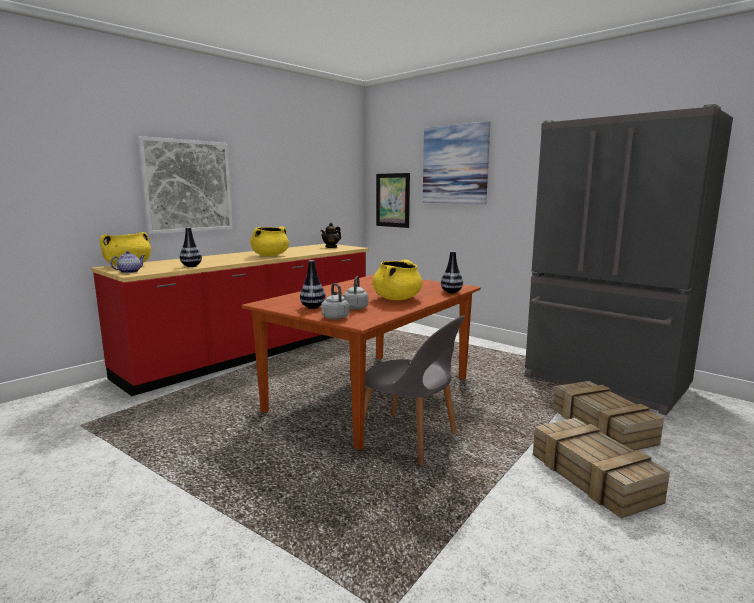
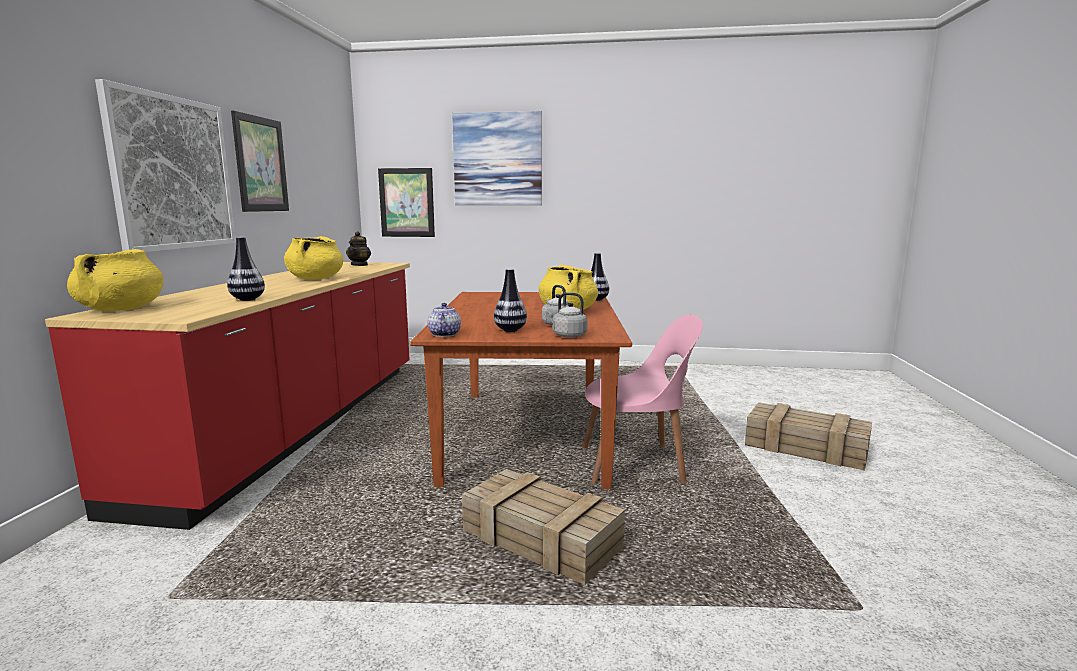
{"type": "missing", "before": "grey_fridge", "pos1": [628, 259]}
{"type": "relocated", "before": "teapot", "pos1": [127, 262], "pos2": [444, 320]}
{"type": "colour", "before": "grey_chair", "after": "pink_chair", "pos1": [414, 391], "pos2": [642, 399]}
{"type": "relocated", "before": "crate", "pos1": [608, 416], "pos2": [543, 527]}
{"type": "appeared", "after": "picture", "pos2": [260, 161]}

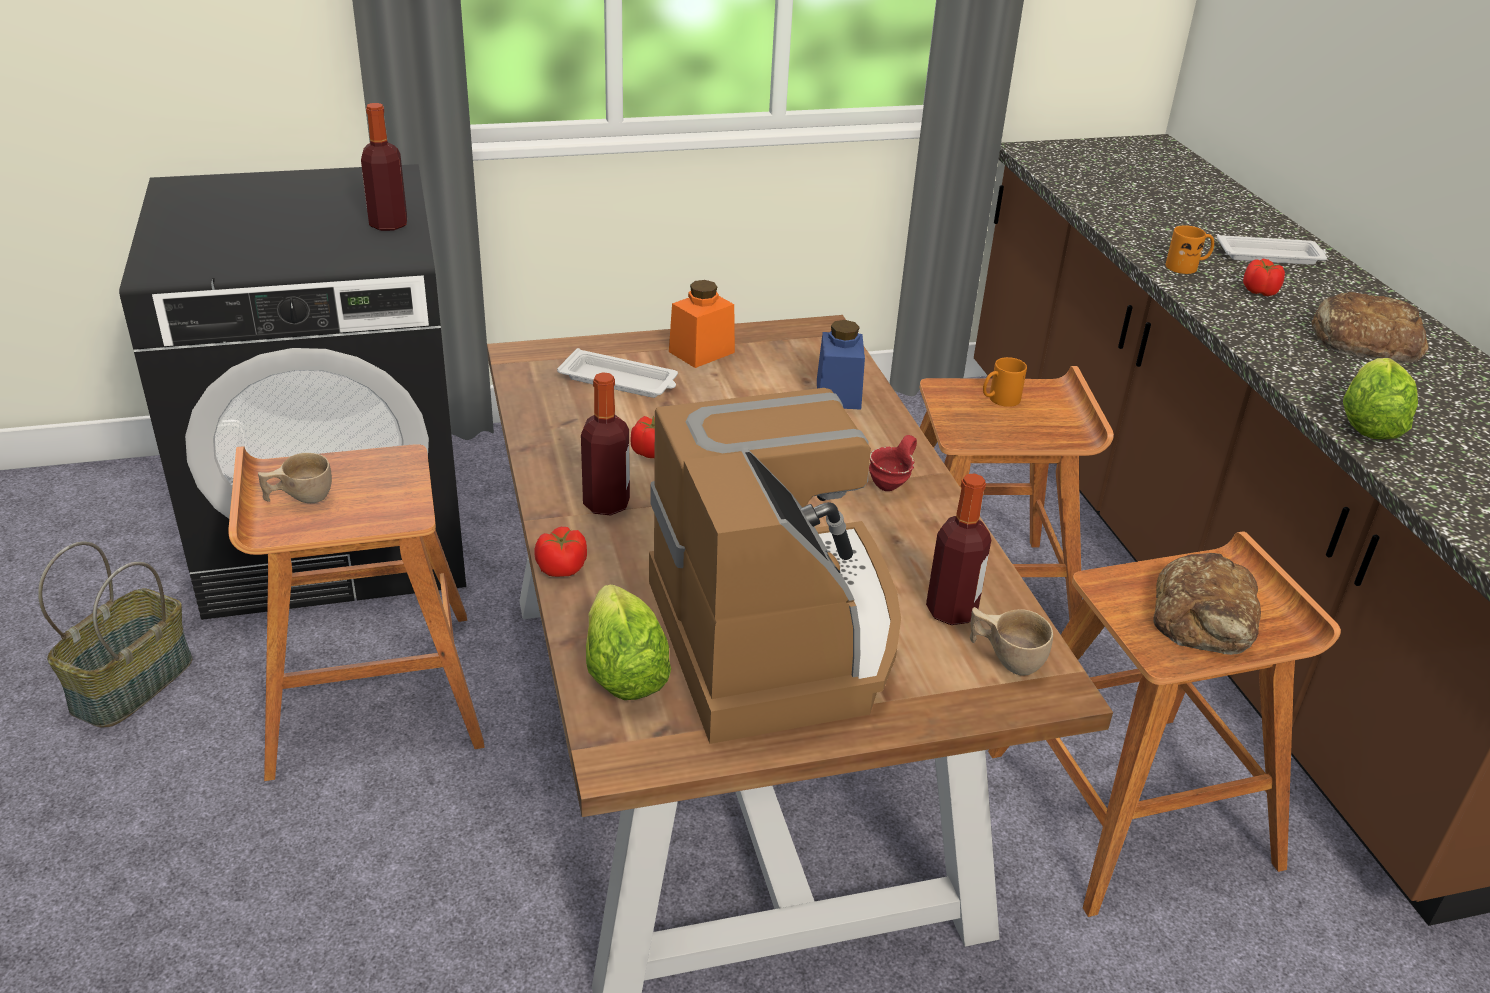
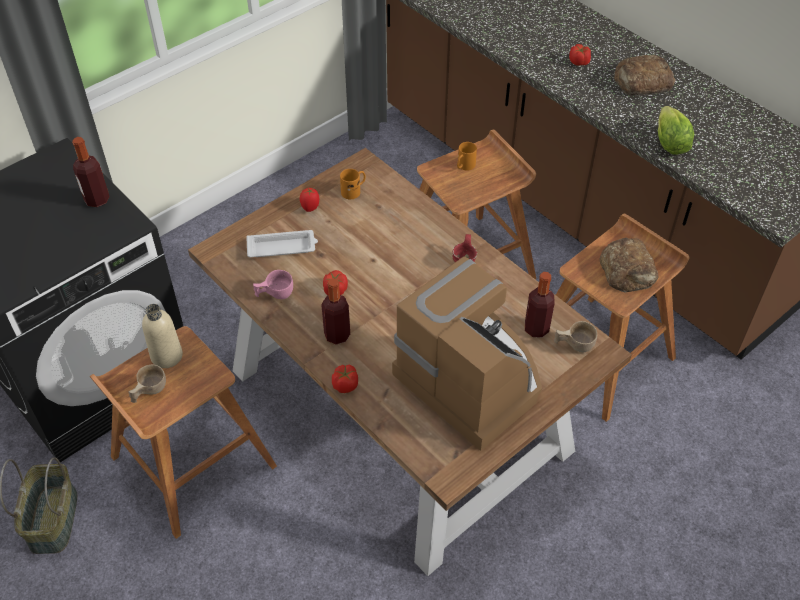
{"type": "relocated", "before": "orange_mug", "pos1": [1190, 249], "pos2": [353, 184]}
{"type": "missing", "before": "white_tray", "pos1": [1272, 249]}
{"type": "exchanged", "before": "orange_jar", "after": "tomato", "pos1": [702, 324], "pos2": [309, 200]}
{"type": "missing", "before": "blue_jar", "pos1": [841, 365]}
{"type": "missing", "before": "lettuce", "pos1": [628, 642]}
{"type": "appeared", "after": "pink_cup", "pos2": [273, 284]}
{"type": "appeared", "after": "beige_bottle", "pos2": [162, 336]}

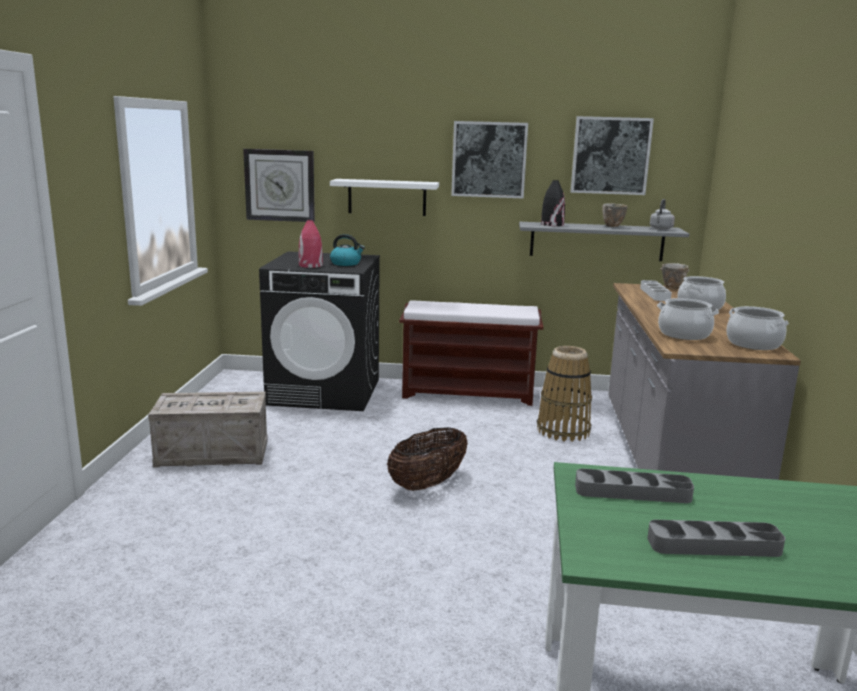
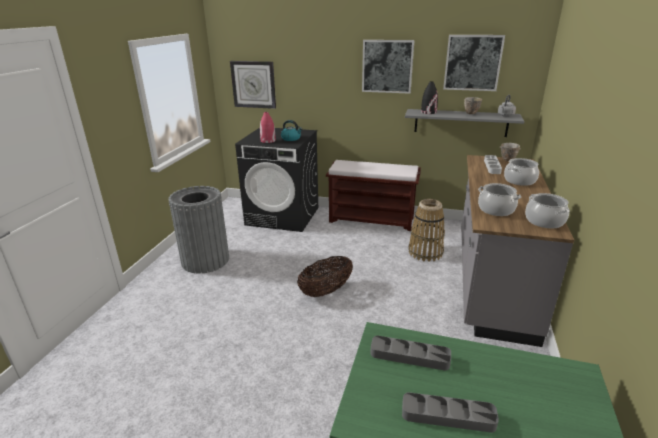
{"type": "missing", "before": "white_shelf", "pos1": [384, 197]}
{"type": "exchanged", "before": "crate", "after": "grey_trash_can", "pos1": [208, 430], "pos2": [199, 230]}

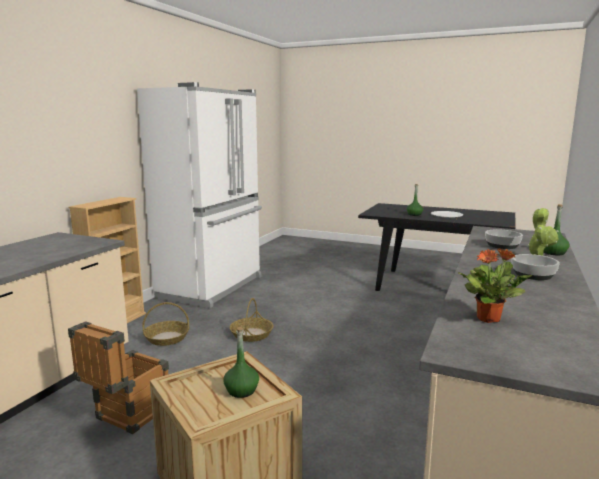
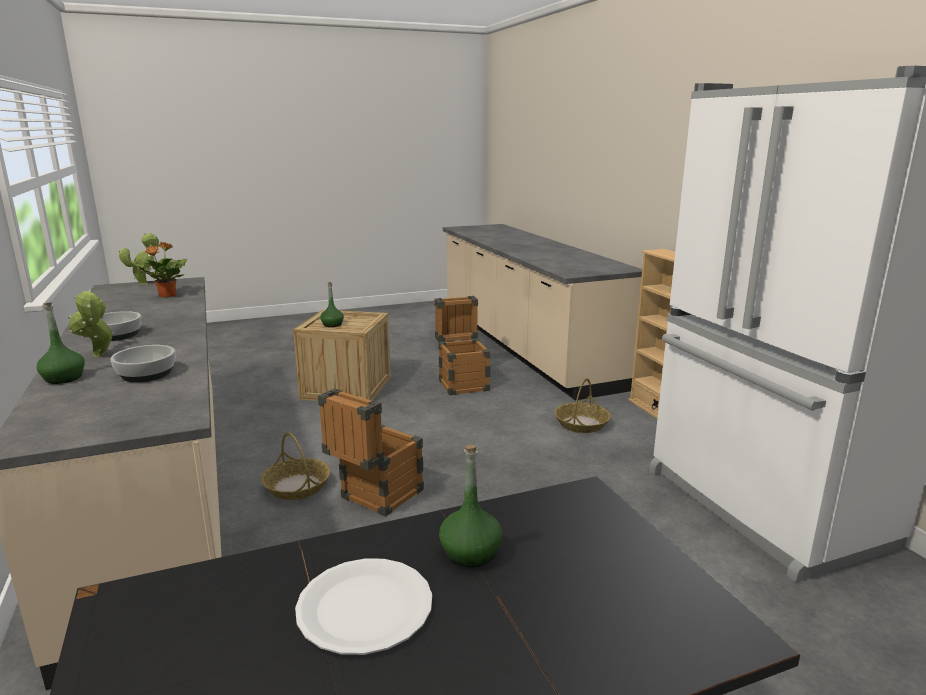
{"type": "relocated", "before": "basket", "pos1": [252, 320], "pos2": [295, 466]}
{"type": "appeared", "after": "potted_plant", "pos2": [138, 259]}
{"type": "appeared", "after": "crate", "pos2": [371, 452]}

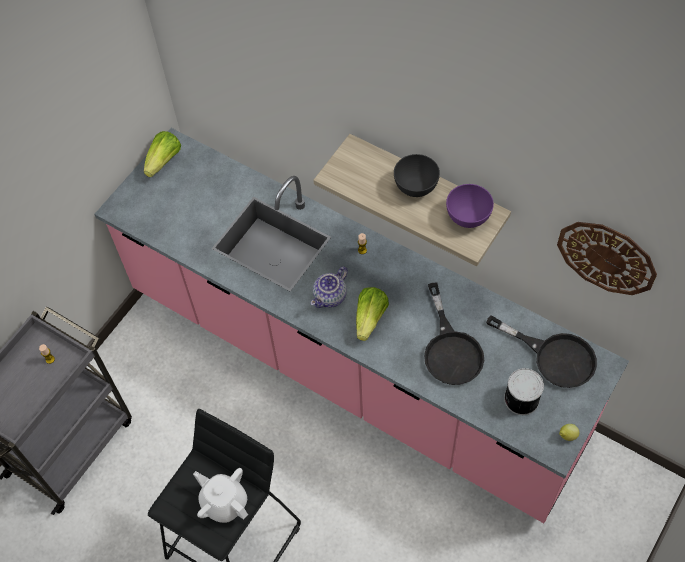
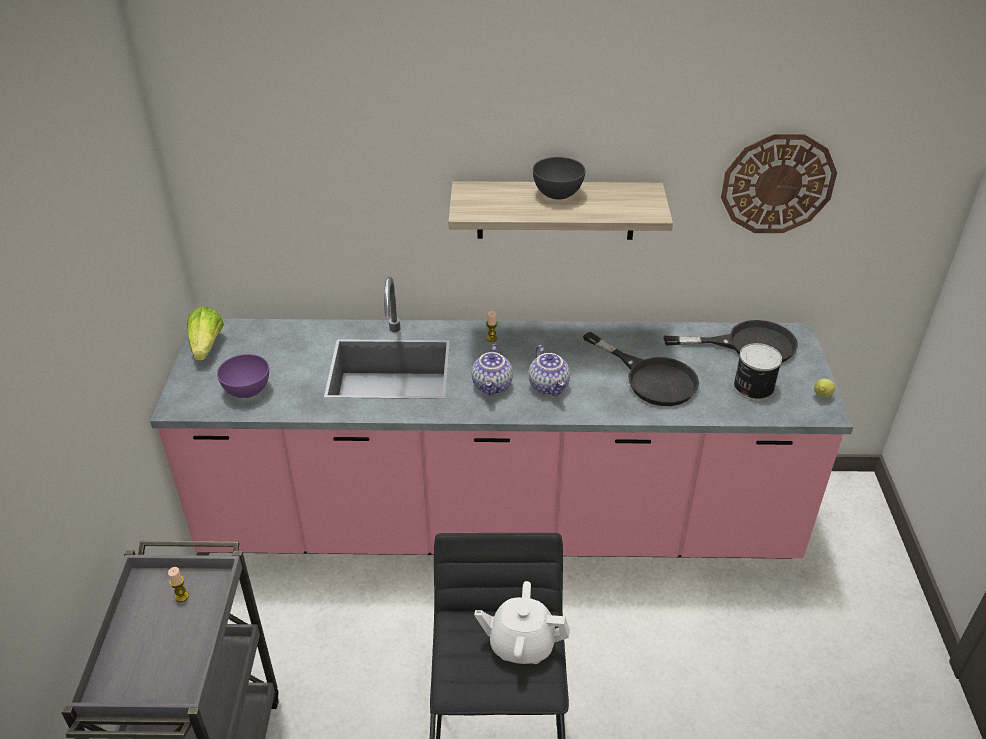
{"type": "relocated", "before": "purple_bowl", "pos1": [470, 206], "pos2": [243, 376]}
{"type": "exchanged", "before": "lettuce", "after": "teapot", "pos1": [372, 314], "pos2": [549, 370]}

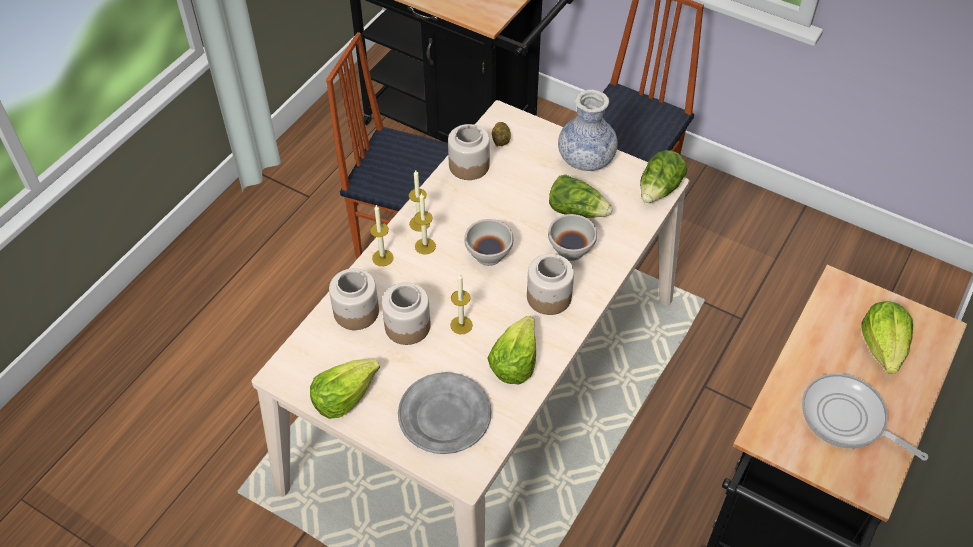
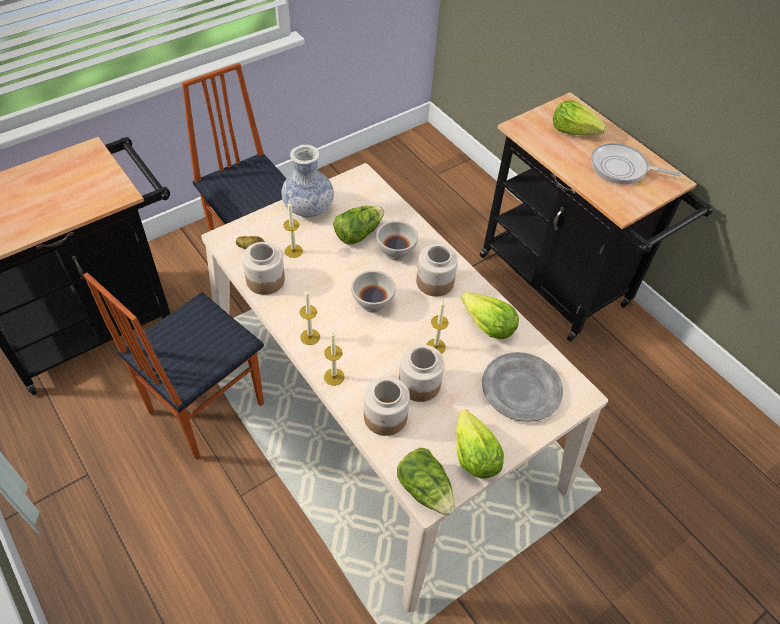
{"type": "relocated", "before": "lettuce", "pos1": [663, 176], "pos2": [426, 482]}
{"type": "relocated", "before": "candle", "pos1": [425, 224], "pos2": [293, 230]}
{"type": "spun", "before": "frying_pan", "pos1": [865, 417], "pos2": [636, 163], "turn": 45}

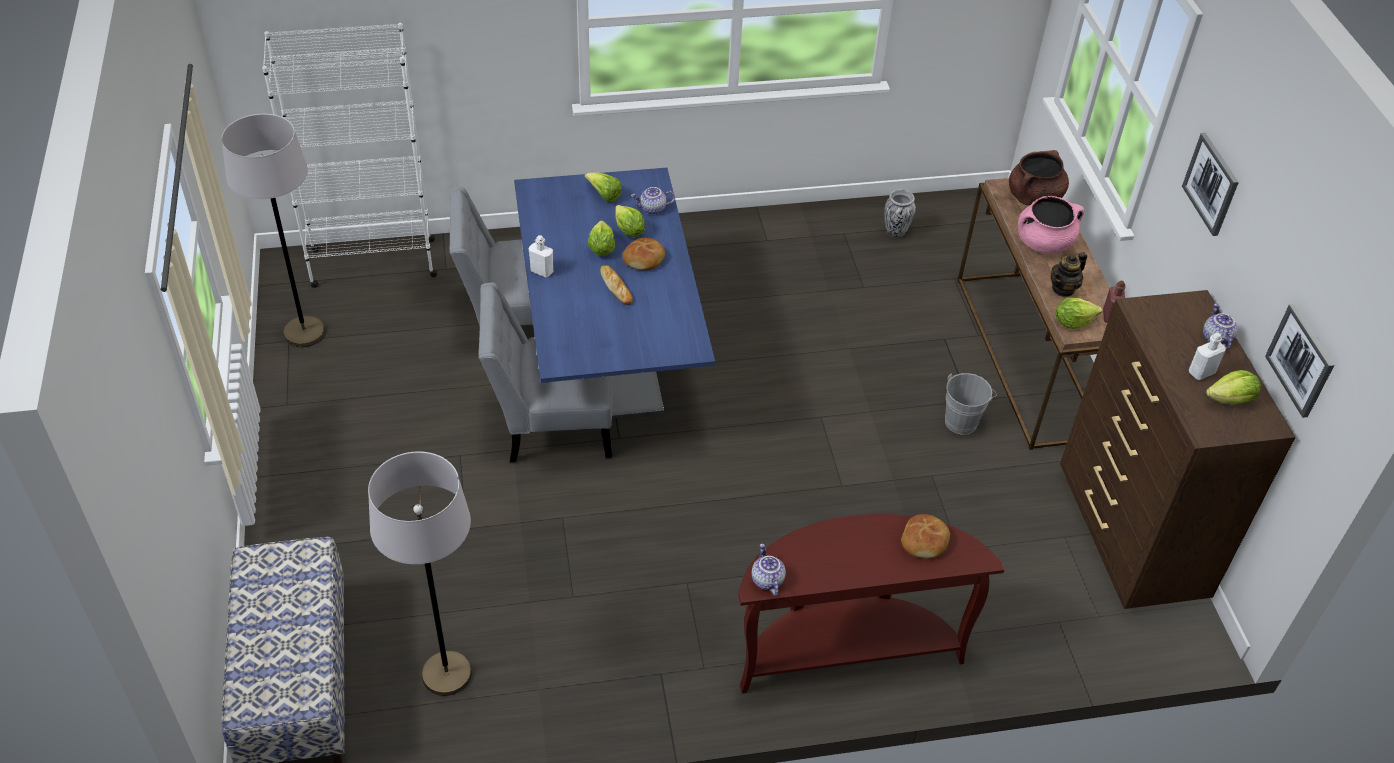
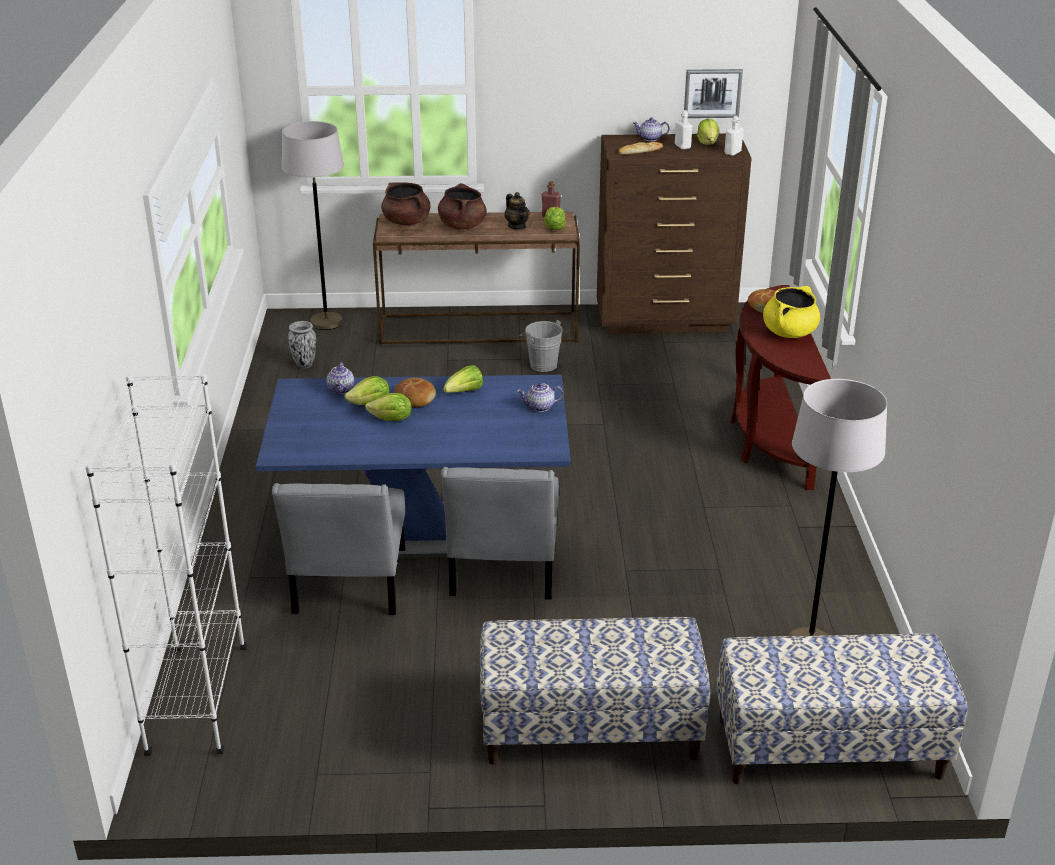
{"type": "relocated", "before": "grey_floor_lamp", "pos1": [273, 230], "pos2": [313, 225]}
{"type": "missing", "before": "picture", "pos1": [1210, 184]}
{"type": "relocated", "before": "lettuce", "pos1": [603, 187], "pos2": [463, 379]}
{"type": "colour", "before": "pink_cooking_pot", "after": "brown_cooking_pot", "pos1": [1051, 225], "pos2": [462, 206]}
{"type": "relocated", "before": "white_bottle", "pos1": [541, 256], "pos2": [733, 136]}
{"type": "relocated", "before": "bread", "pos1": [616, 285], "pos2": [640, 148]}
{"type": "relocated", "before": "teapot", "pos1": [769, 569], "pos2": [540, 397]}
{"type": "appeared", "after": "yellow_cooking_pot", "pos2": [791, 312]}
{"type": "appeared", "after": "bench", "pos2": [595, 691]}

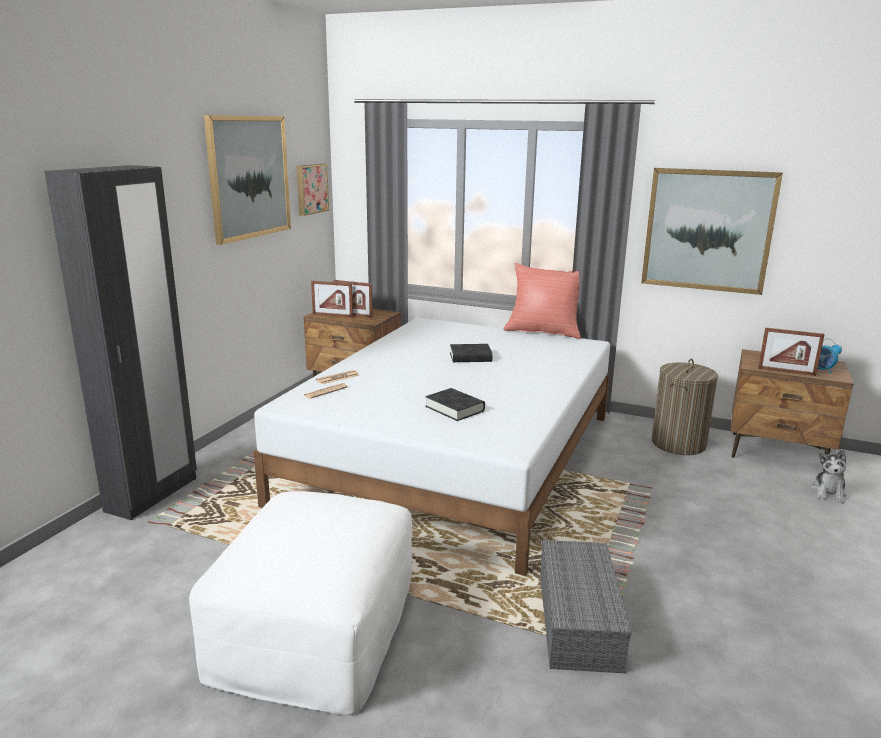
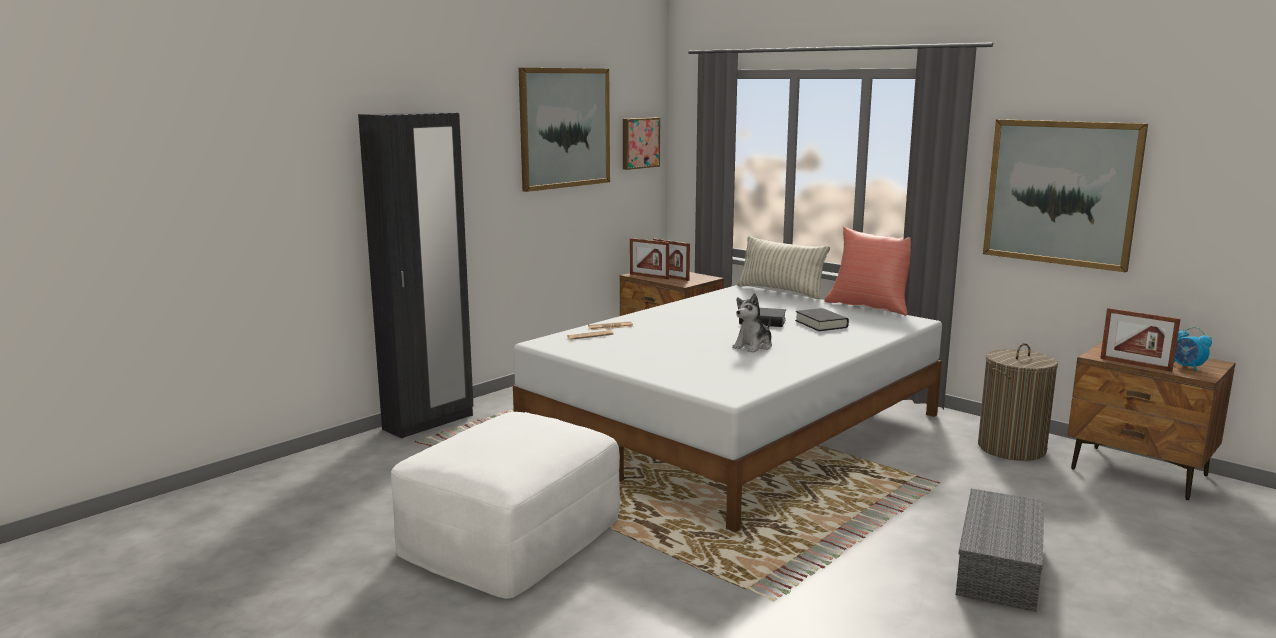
{"type": "relocated", "before": "black_book", "pos1": [455, 404], "pos2": [822, 319]}
{"type": "relocated", "before": "plush_toy", "pos1": [829, 476], "pos2": [752, 323]}
{"type": "relocated", "before": "grey_storage_box", "pos1": [585, 606], "pos2": [1000, 550]}
{"type": "appeared", "after": "pillow", "pos2": [783, 267]}

